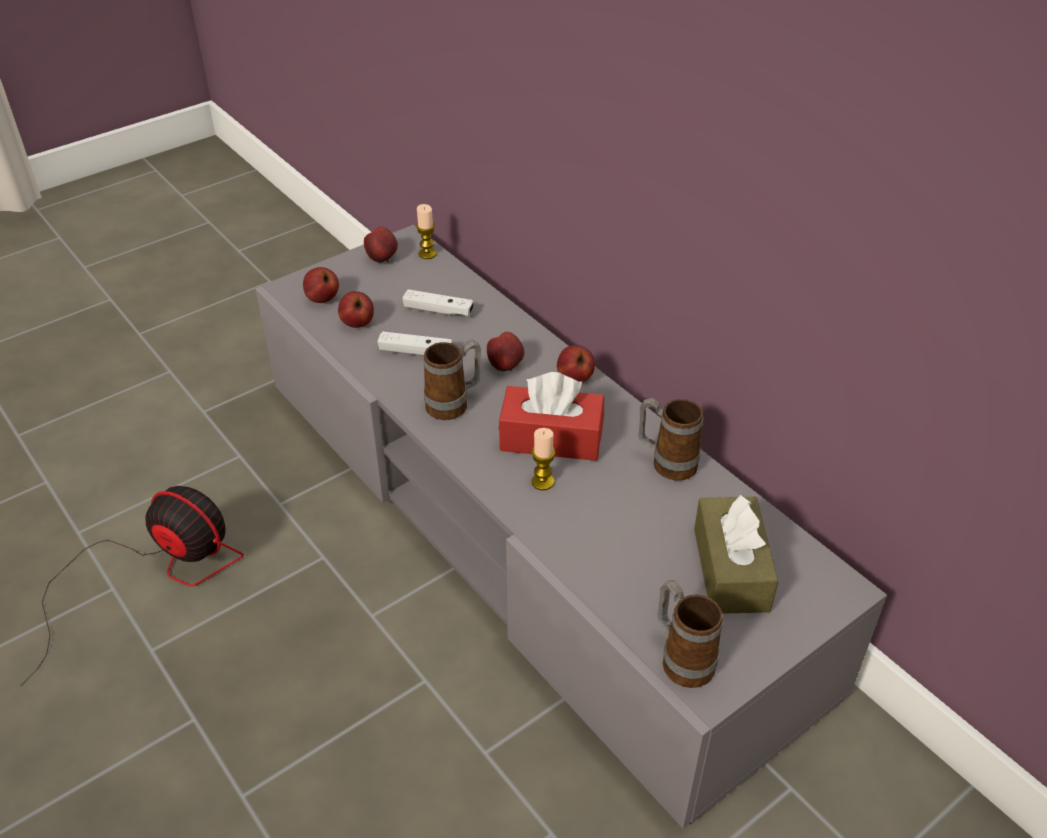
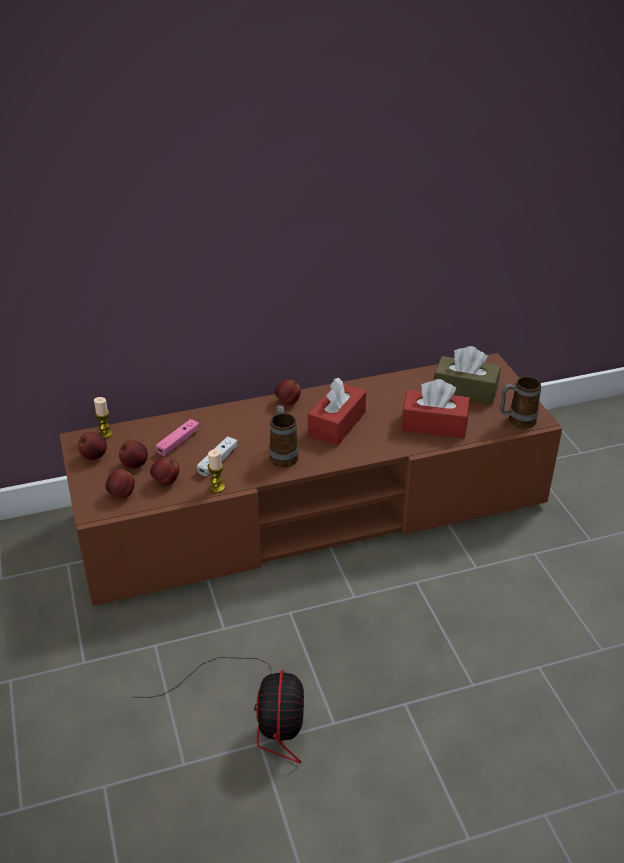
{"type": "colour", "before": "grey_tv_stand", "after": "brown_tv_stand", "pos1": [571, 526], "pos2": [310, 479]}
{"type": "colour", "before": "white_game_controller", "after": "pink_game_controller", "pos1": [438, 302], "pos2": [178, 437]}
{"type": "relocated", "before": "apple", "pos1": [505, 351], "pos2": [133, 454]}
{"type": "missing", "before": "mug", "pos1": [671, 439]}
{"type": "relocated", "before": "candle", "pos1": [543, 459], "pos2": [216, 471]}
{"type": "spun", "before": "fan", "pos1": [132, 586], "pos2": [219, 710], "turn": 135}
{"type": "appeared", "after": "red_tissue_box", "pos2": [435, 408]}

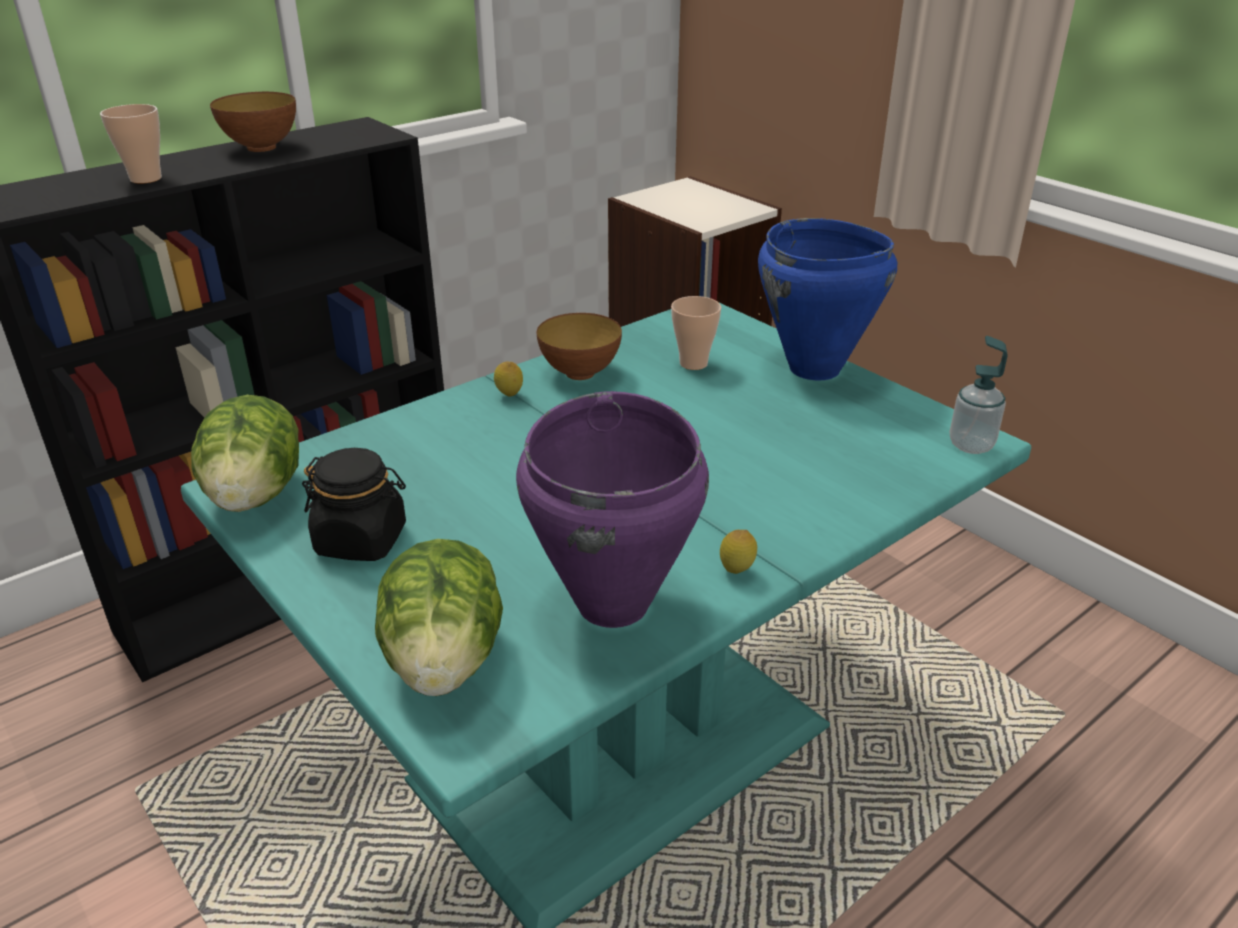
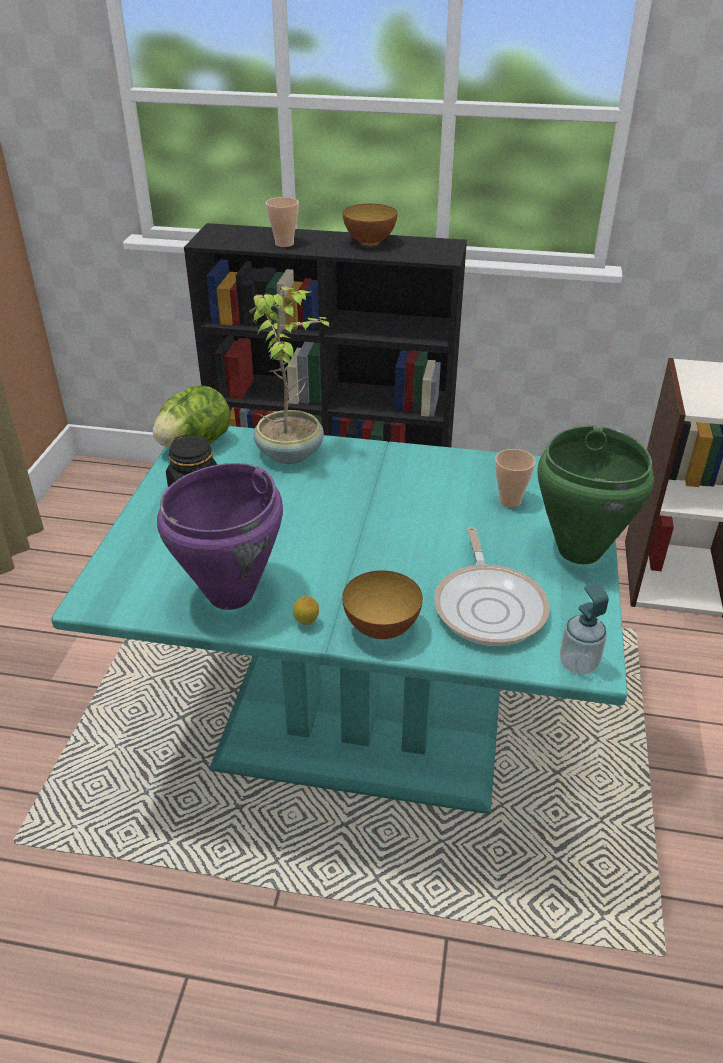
{"type": "colour", "before": "blue_cooking_pot", "after": "green_cooking_pot", "pos1": [827, 299], "pos2": [595, 494]}
{"type": "relocated", "before": "bowl", "pos1": [579, 346], "pos2": [382, 605]}
{"type": "missing", "before": "lemon", "pos1": [508, 379]}
{"type": "missing", "before": "lettuce", "pos1": [439, 617]}
{"type": "appeared", "after": "potted_plant", "pos2": [291, 375]}
{"type": "appeared", "after": "frying_pan", "pos2": [492, 586]}

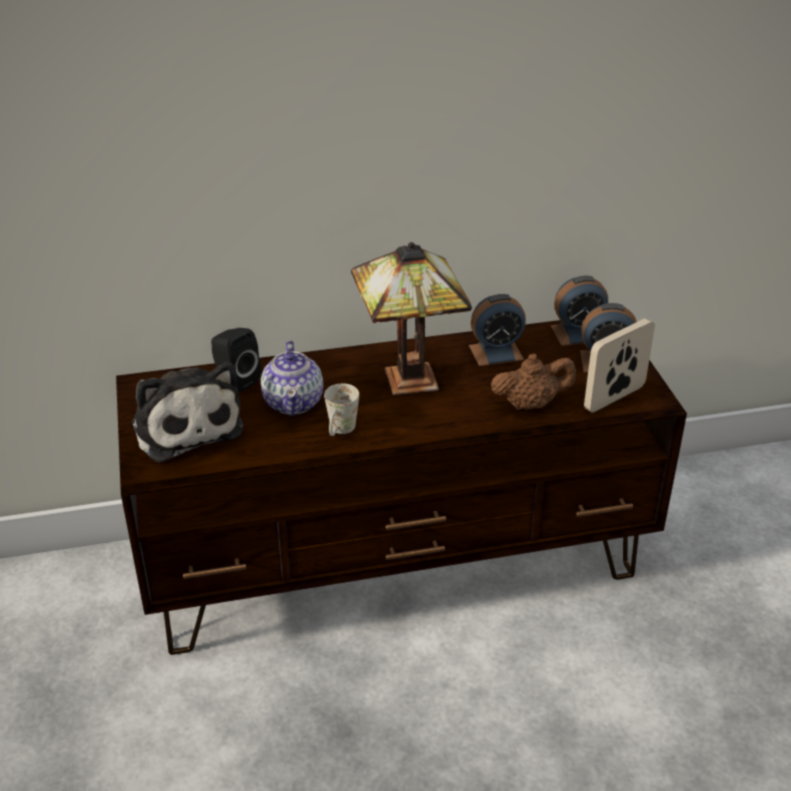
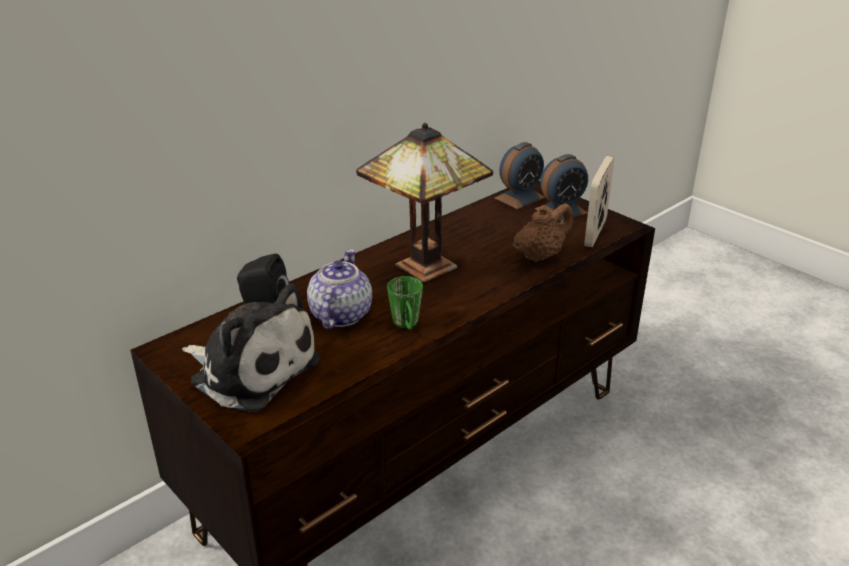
{"type": "missing", "before": "alarm_clock", "pos1": [497, 330]}
{"type": "spun", "before": "teapot", "pos1": [292, 378], "pos2": [339, 289], "turn": -135}
{"type": "colour", "before": "white_mug", "after": "green_mug", "pos1": [341, 409], "pos2": [405, 302]}

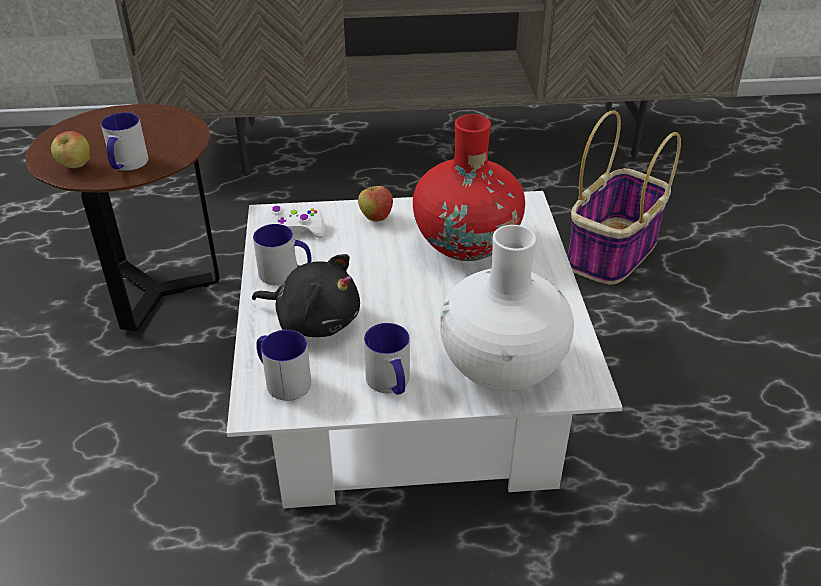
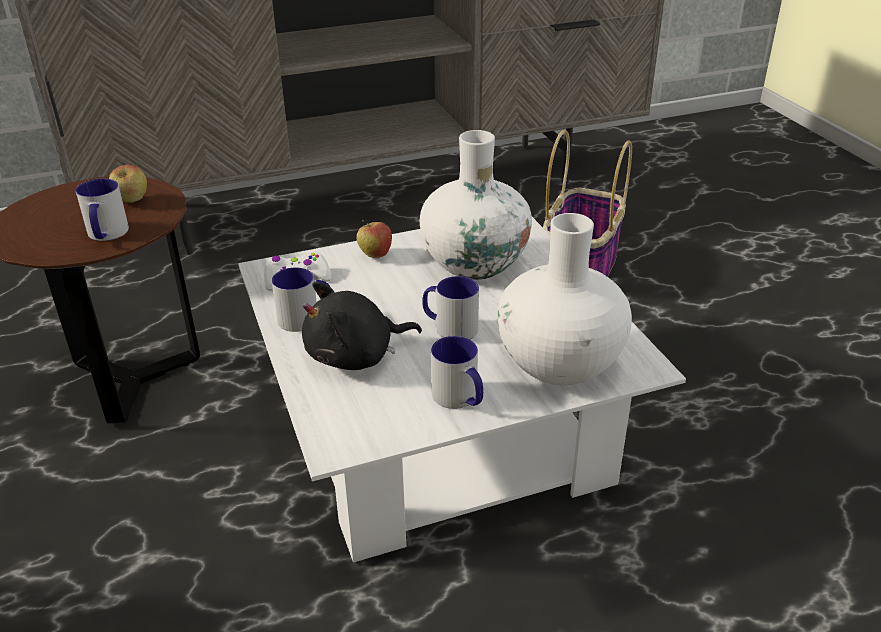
{"type": "colour", "before": "red_vase", "after": "white_vase", "pos1": [469, 187], "pos2": [476, 205]}
{"type": "relocated", "before": "apple", "pos1": [70, 149], "pos2": [128, 184]}
{"type": "spun", "before": "black_plush_toy", "pos1": [306, 295], "pos2": [362, 325], "turn": 150}
{"type": "relocated", "before": "mug", "pos1": [283, 365], "pos2": [450, 307]}

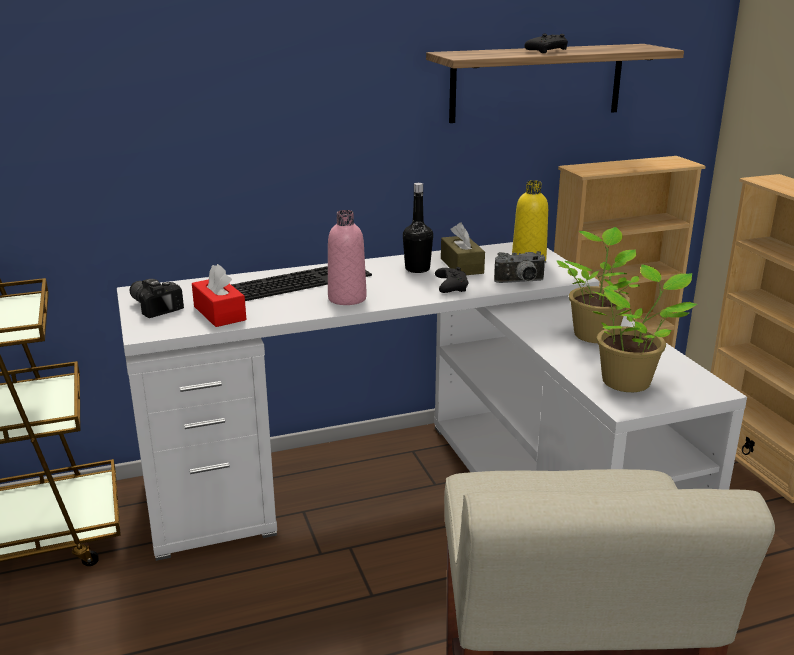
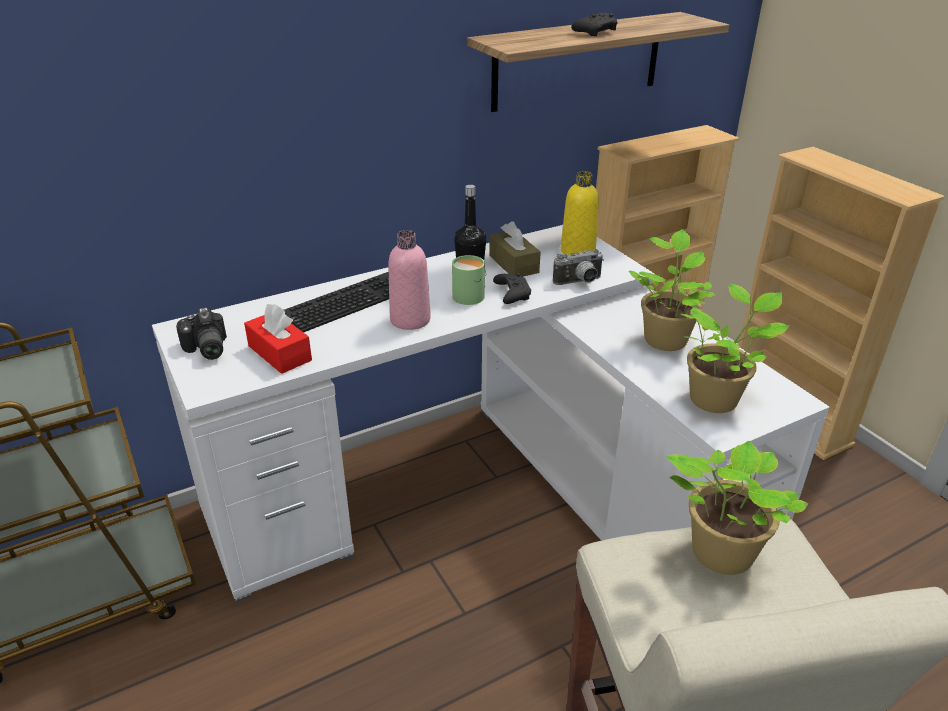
{"type": "spun", "before": "photo_camera", "pos1": [157, 298], "pos2": [201, 333], "turn": -150}
{"type": "appeared", "after": "green_mug", "pos2": [469, 280]}
{"type": "appeared", "after": "potted_plant", "pos2": [737, 508]}

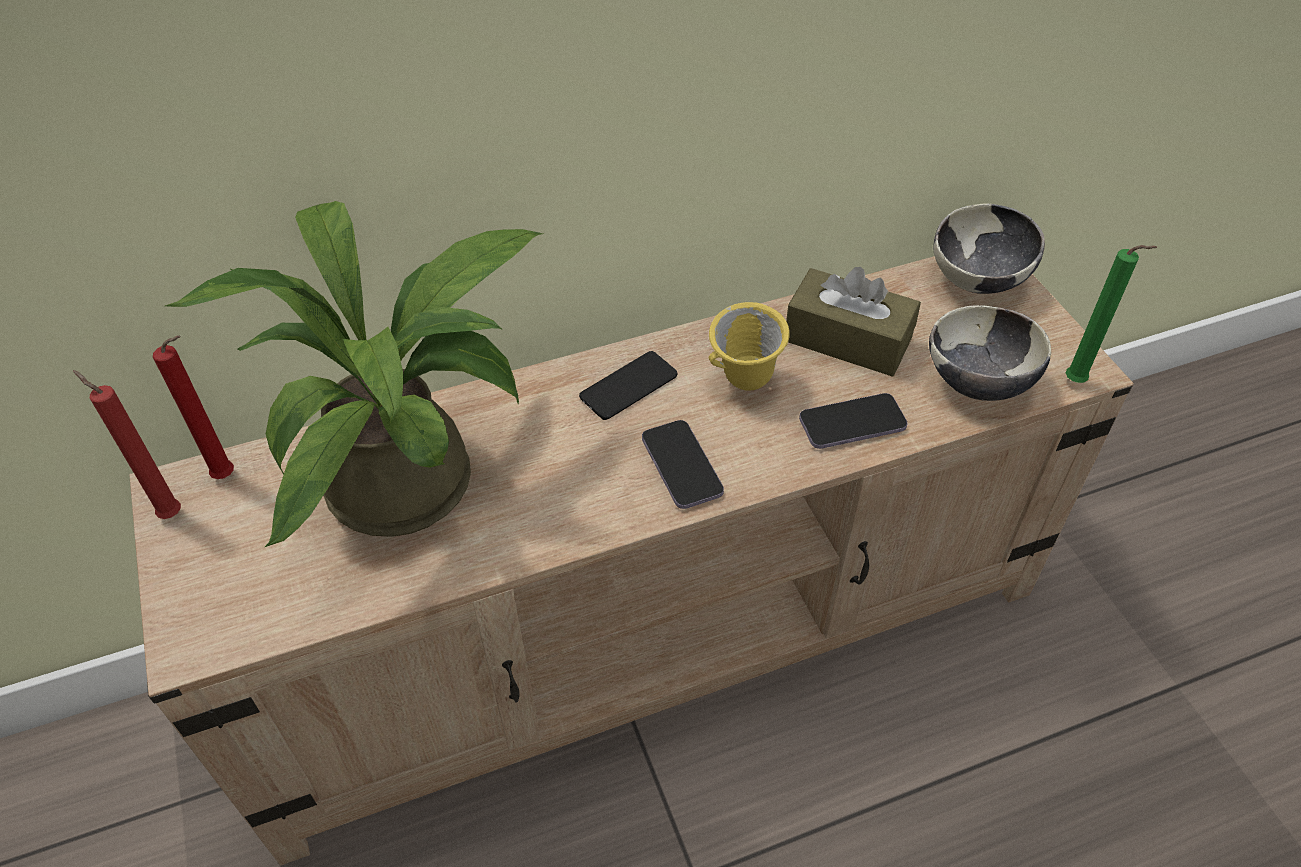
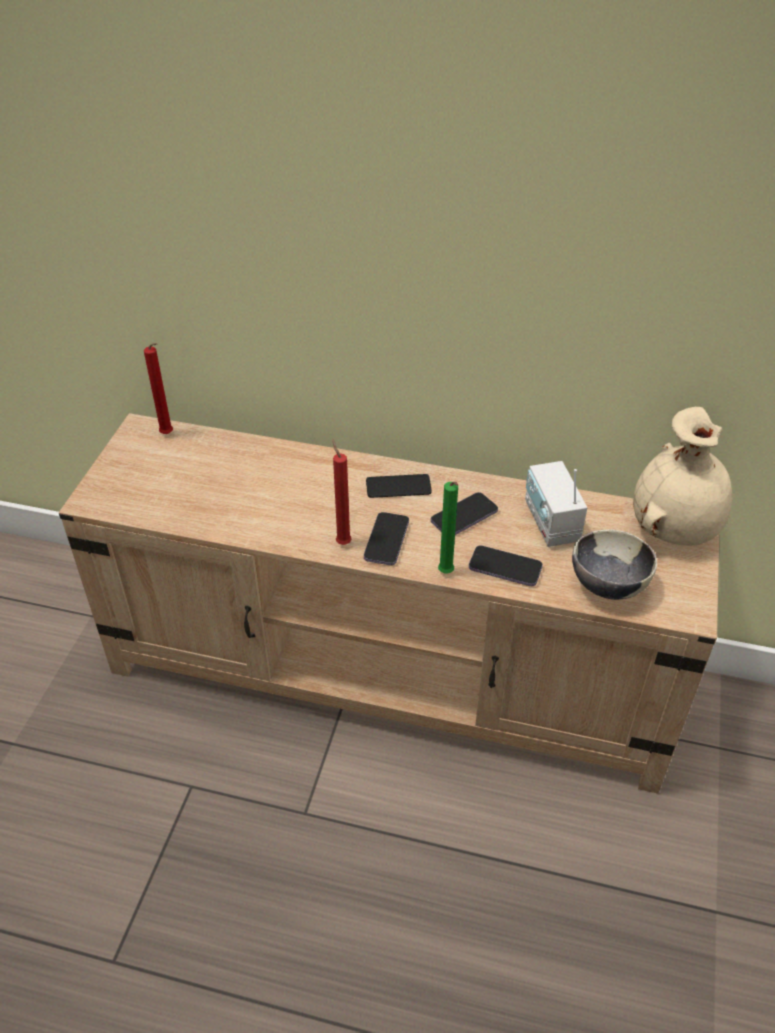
{"type": "missing", "before": "potted_plant", "pos1": [354, 374]}
{"type": "exchanged", "before": "bowl", "after": "beige_vase", "pos1": [989, 249], "pos2": [682, 476]}
{"type": "relocated", "before": "green_candle", "pos1": [1111, 314], "pos2": [448, 527]}
{"type": "exchanged", "before": "brown_tissue_box", "after": "radio", "pos1": [853, 322], "pos2": [556, 504]}
{"type": "exchanged", "before": "yellow_mug", "after": "phone", "pos1": [749, 346], "pos2": [464, 513]}
{"type": "relocated", "before": "red_candle", "pos1": [127, 444], "pos2": [342, 492]}

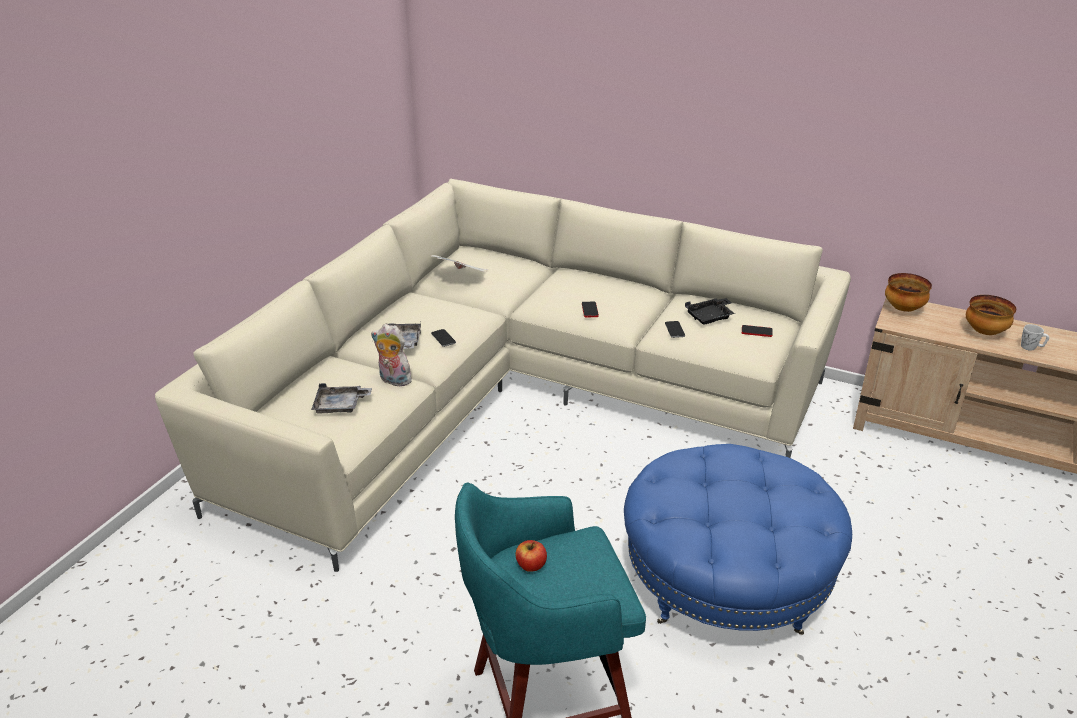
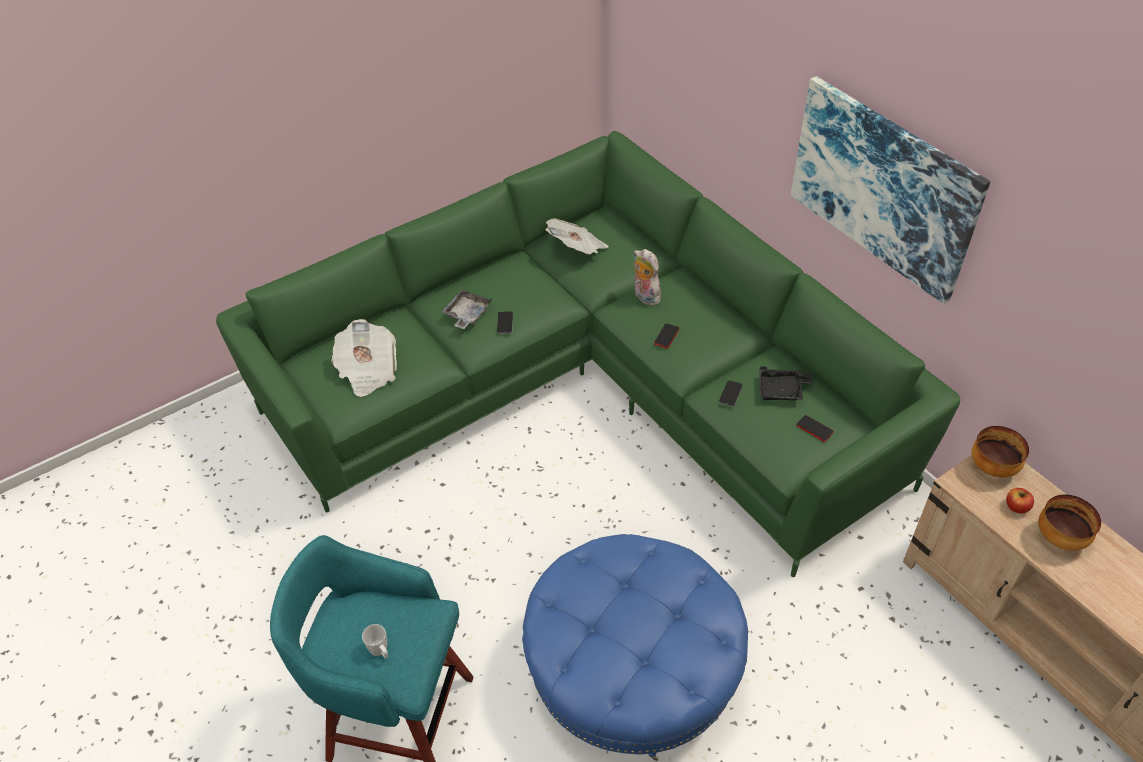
{"type": "colour", "before": "beige_sofa", "after": "green_sofa", "pos1": [503, 375], "pos2": [588, 354]}
{"type": "relocated", "before": "plush_toy", "pos1": [391, 355], "pos2": [648, 277]}
{"type": "relocated", "before": "white_mug", "pos1": [1035, 337], "pos2": [375, 641]}
{"type": "exchanged", "before": "grey_tray", "after": "newspaper", "pos1": [341, 398], "pos2": [364, 358]}
{"type": "relocated", "before": "apple", "pos1": [531, 556], "pos2": [1020, 501]}
{"type": "appeared", "after": "picture", "pos2": [890, 190]}

